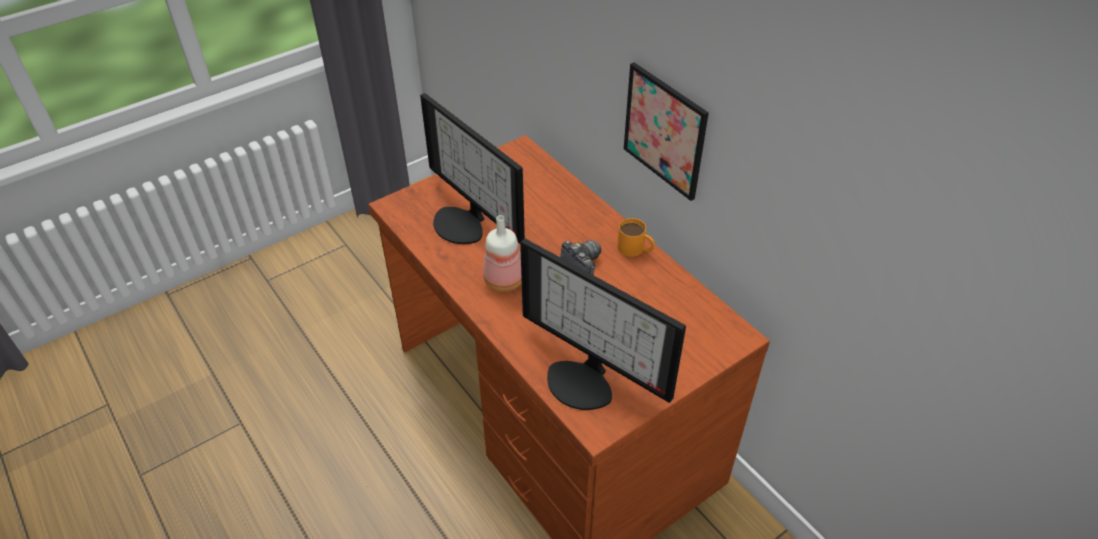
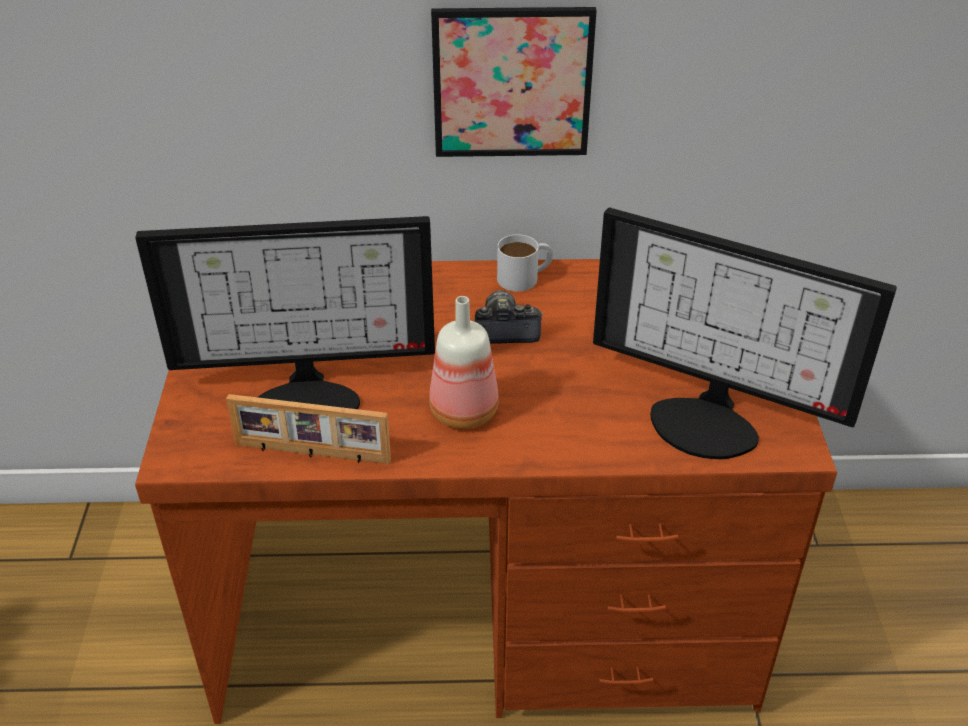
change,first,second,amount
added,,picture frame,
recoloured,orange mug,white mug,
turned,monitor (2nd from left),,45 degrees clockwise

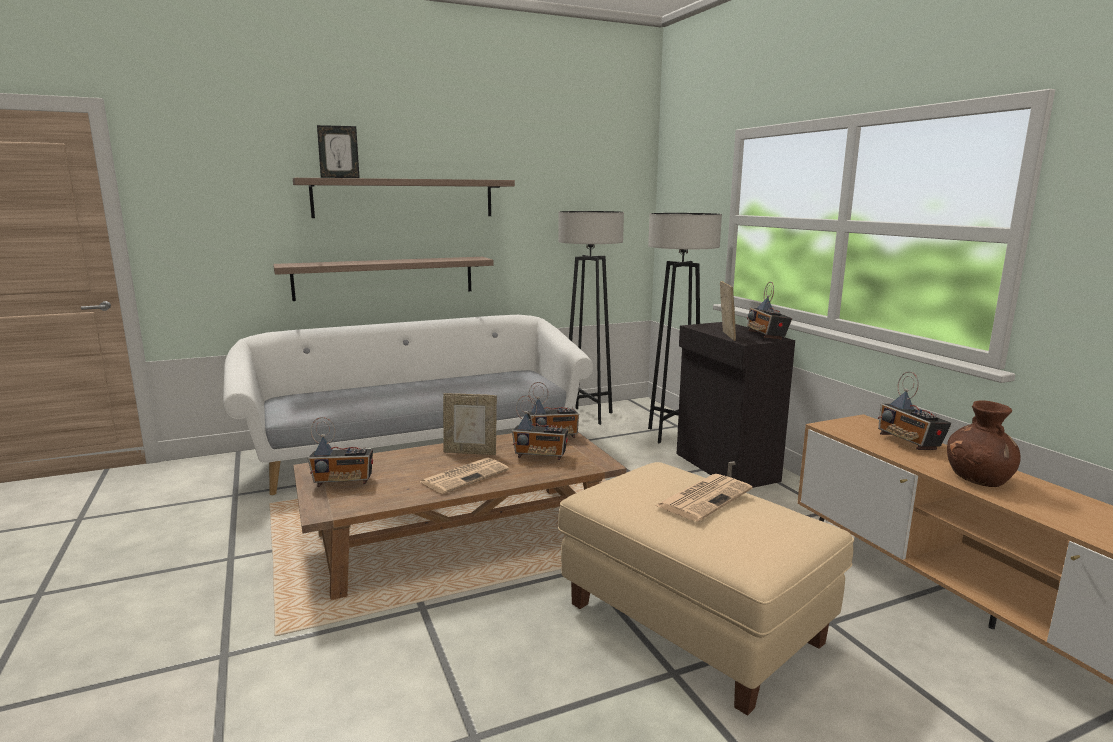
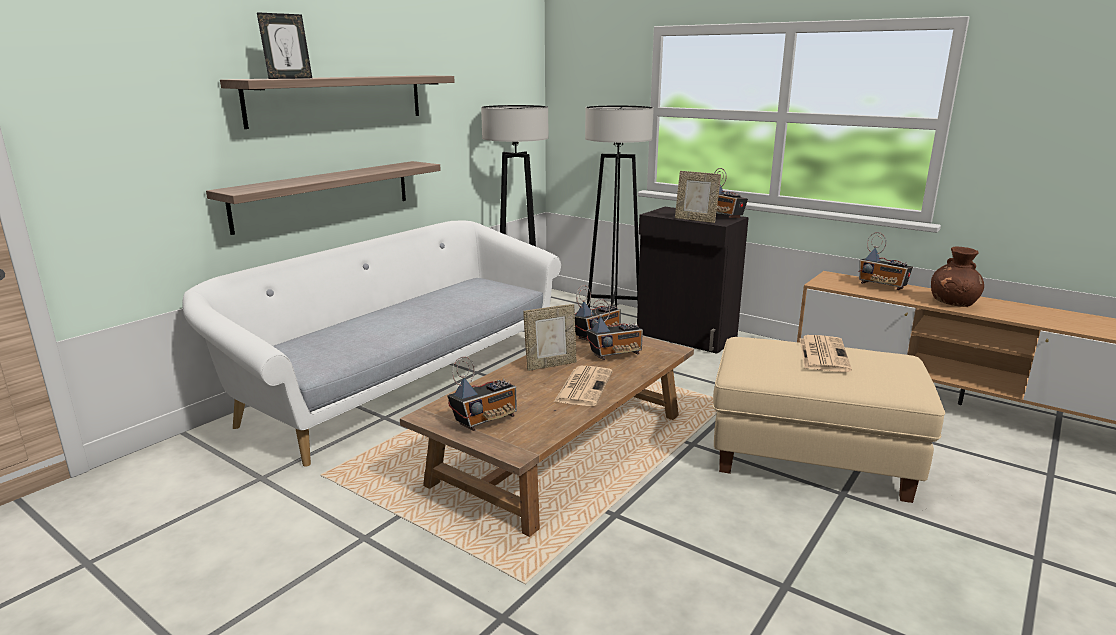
change,first,second,amount
turned,picture frame (3rd from left),,150 degrees clockwise

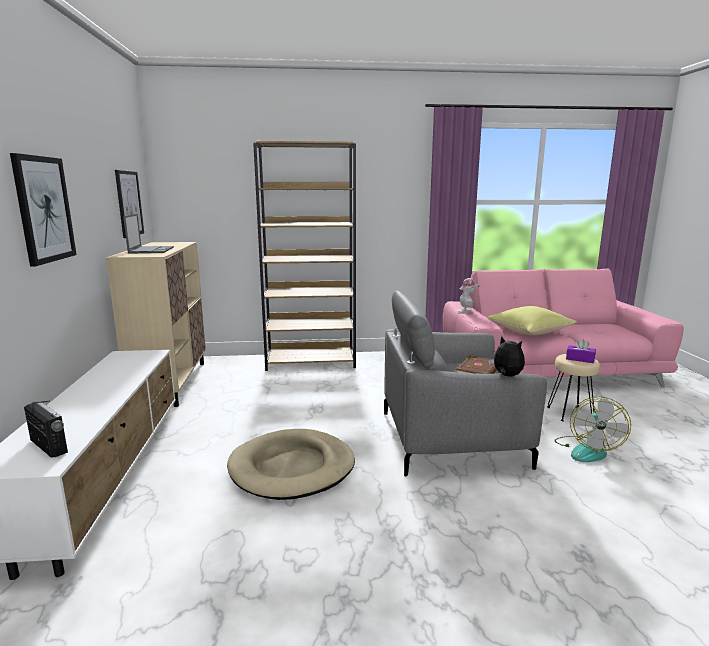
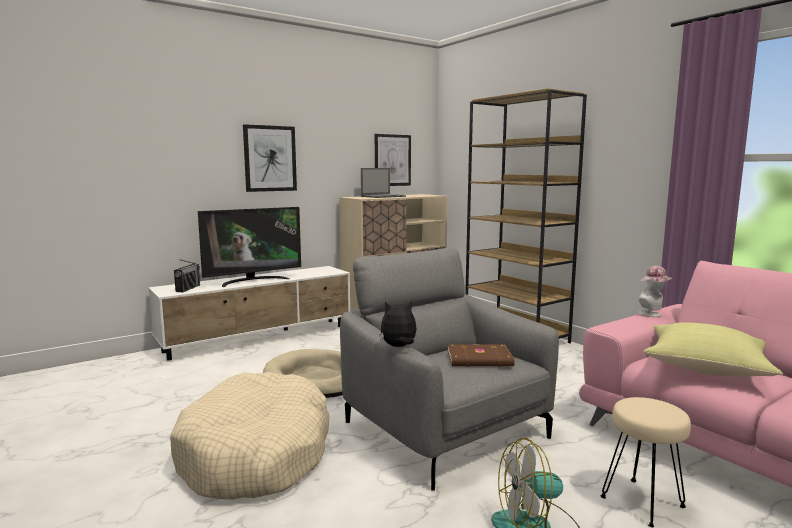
change,first,second,amount
added,,beige dog bed (1st from left),
added,,television,
turned,plush toy,,120 degrees counterclockwise
removed,purple tissue box,,

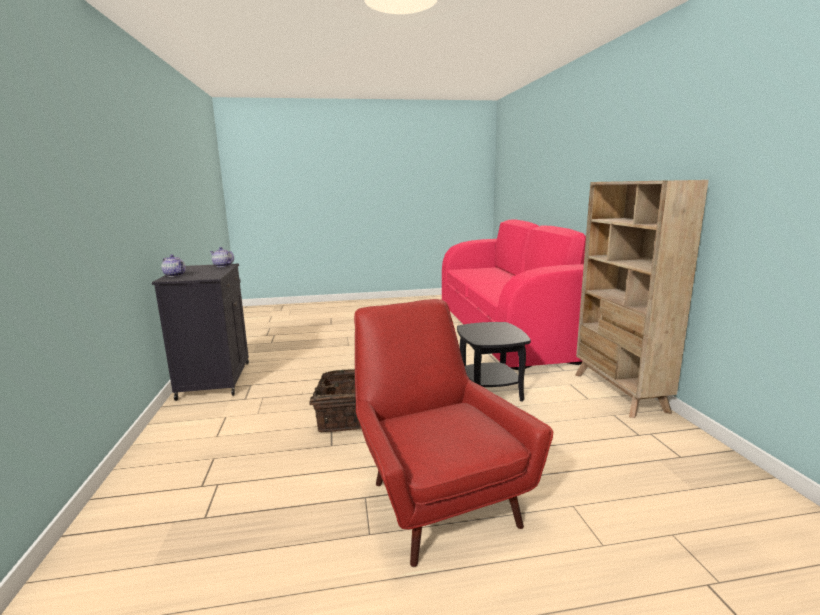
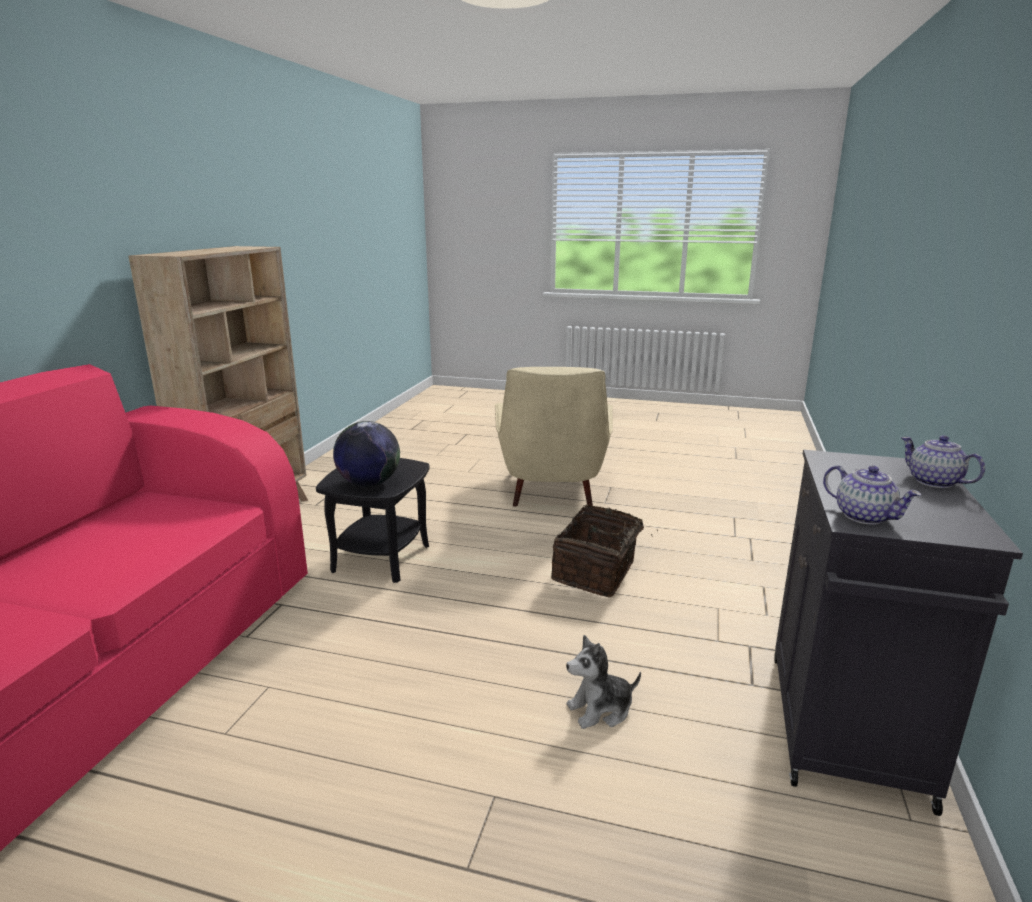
change,first,second,amount
added,,globe,
recoloured,red armchair,beige armchair,
added,,plush toy,

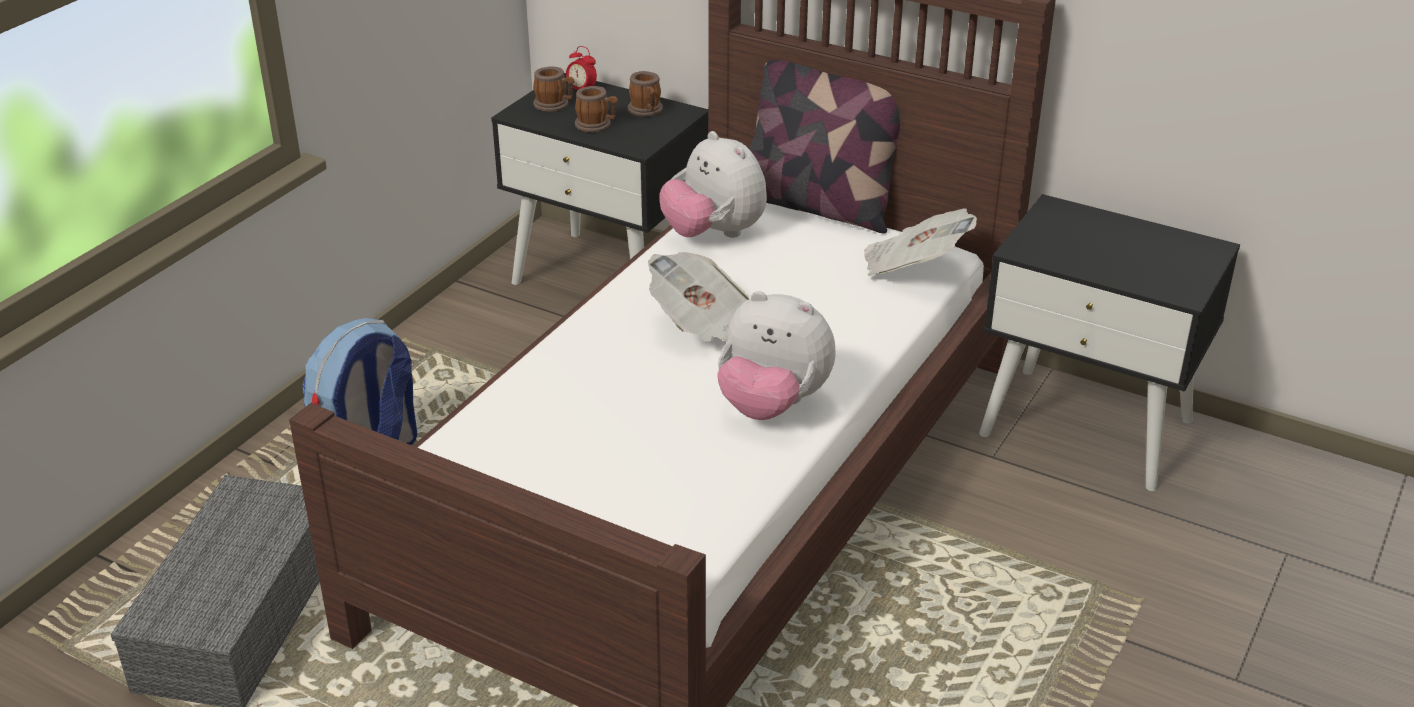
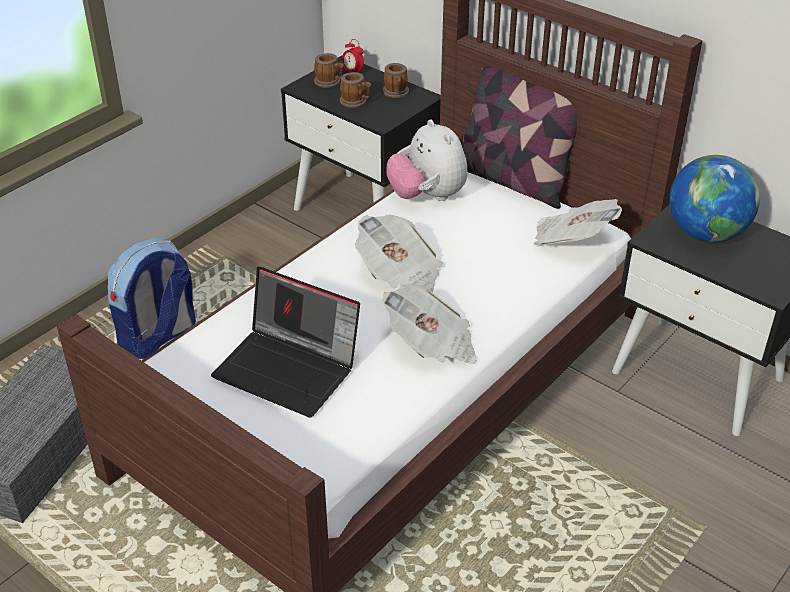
change,first,second,amount
added,,laptop,
replaced,plush toy (2nd from left),newspaper (2nd from left),
added,,globe,

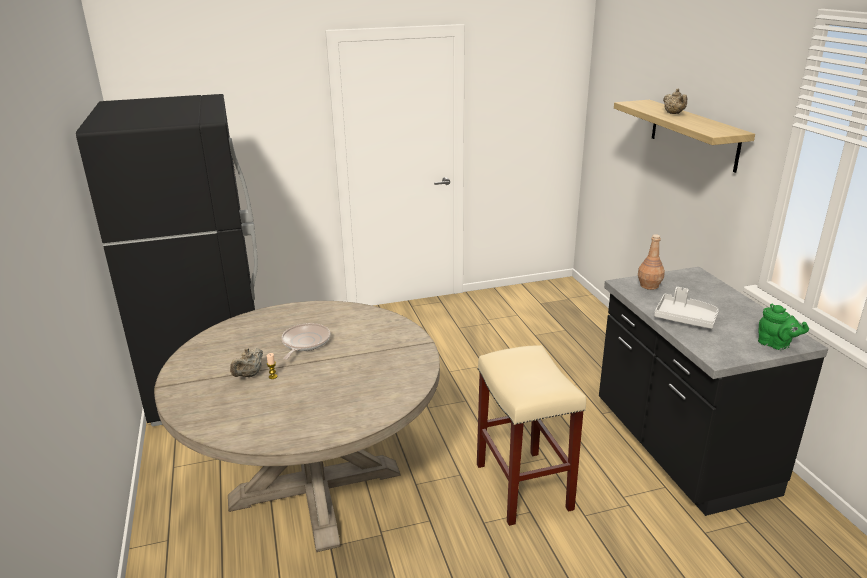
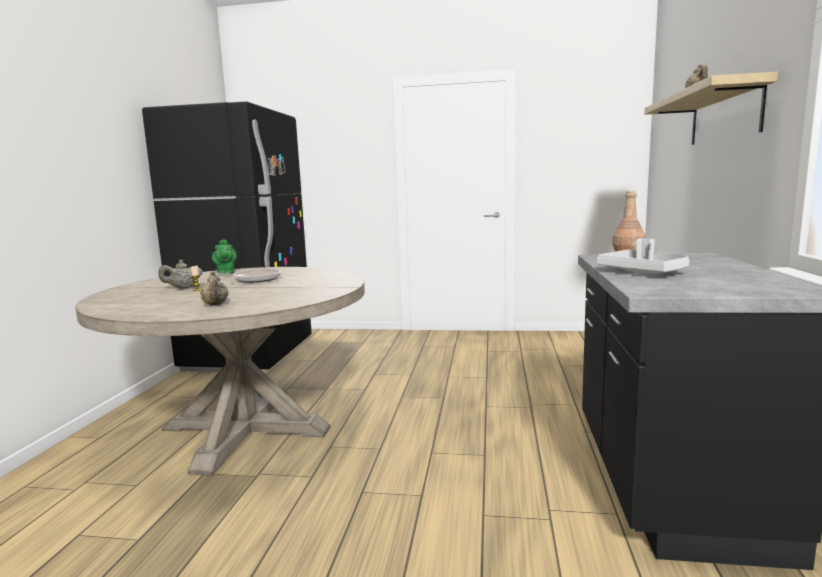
change,first,second,amount
added,,beige teapot (2nd from left),
moved,green teapot,,
removed,beige stool,,

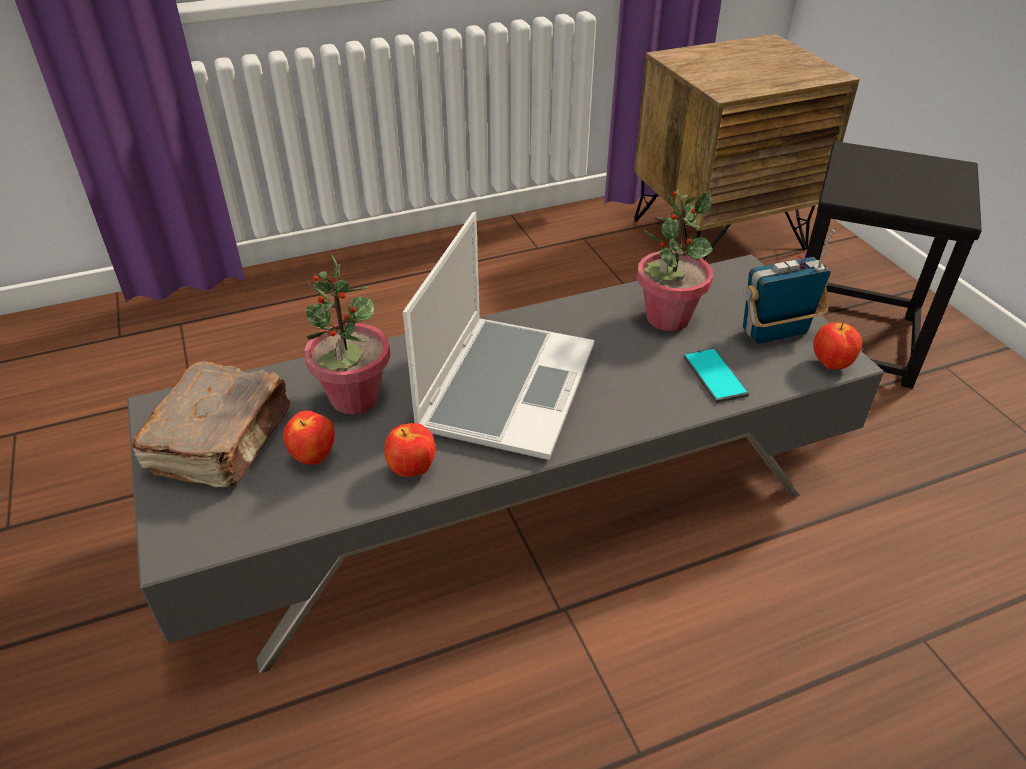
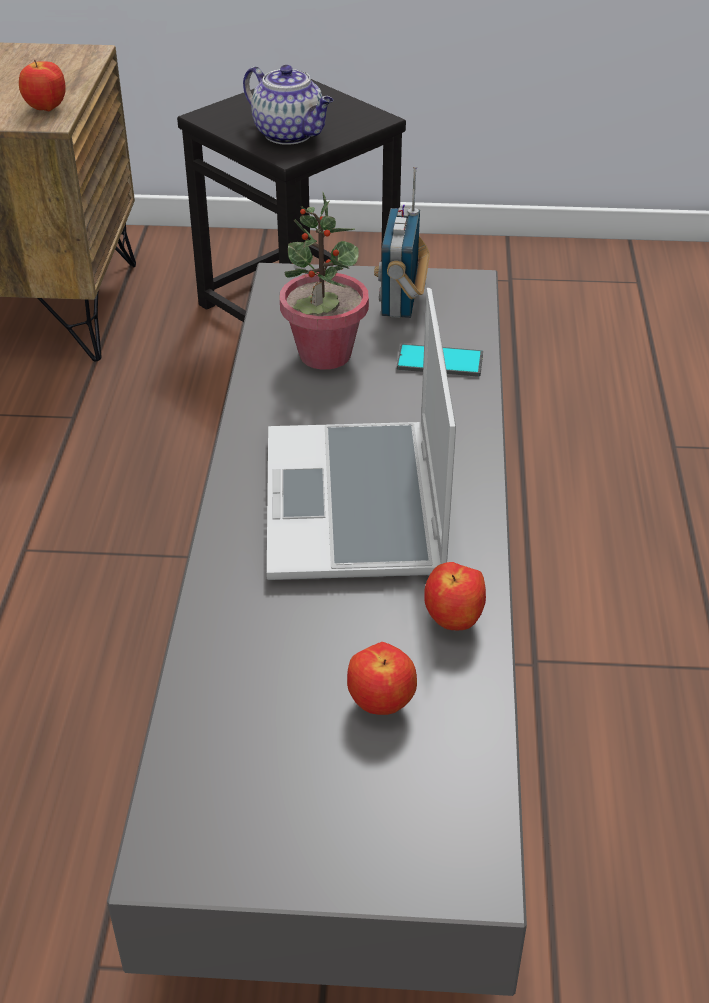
change,first,second,amount
moved,apple (3rd from left in the first image),apple (1st from left),
added,,teapot,
turned,laptop,,135 degrees counterclockwise
removed,brown book,,
removed,potted plant (1st from left),,

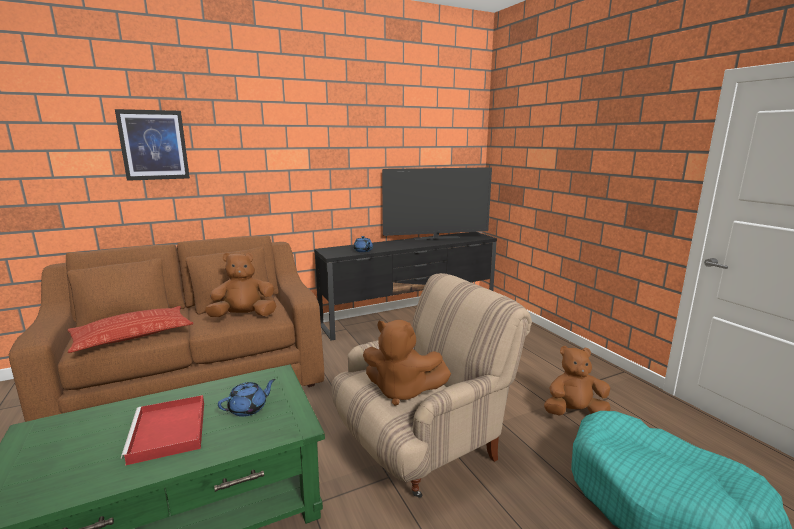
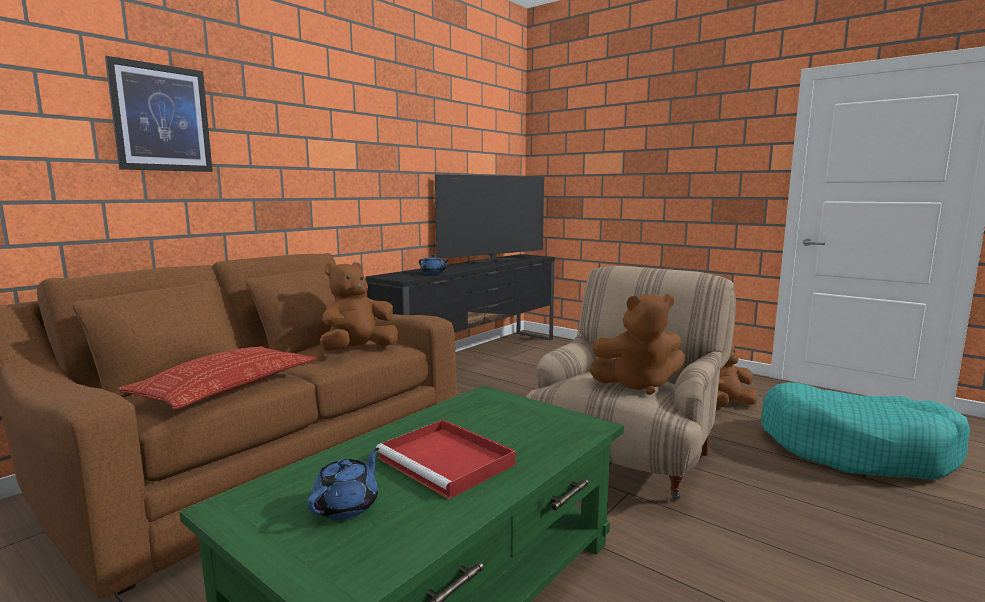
change,first,second,amount
moved,blue teapot (1st from left),,

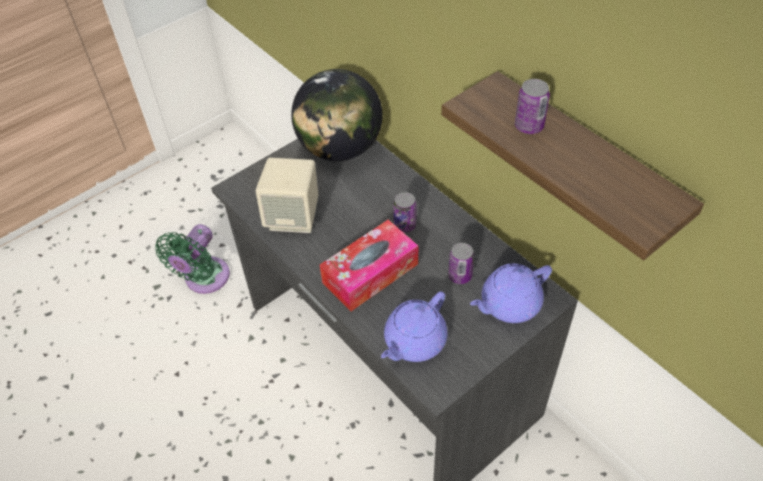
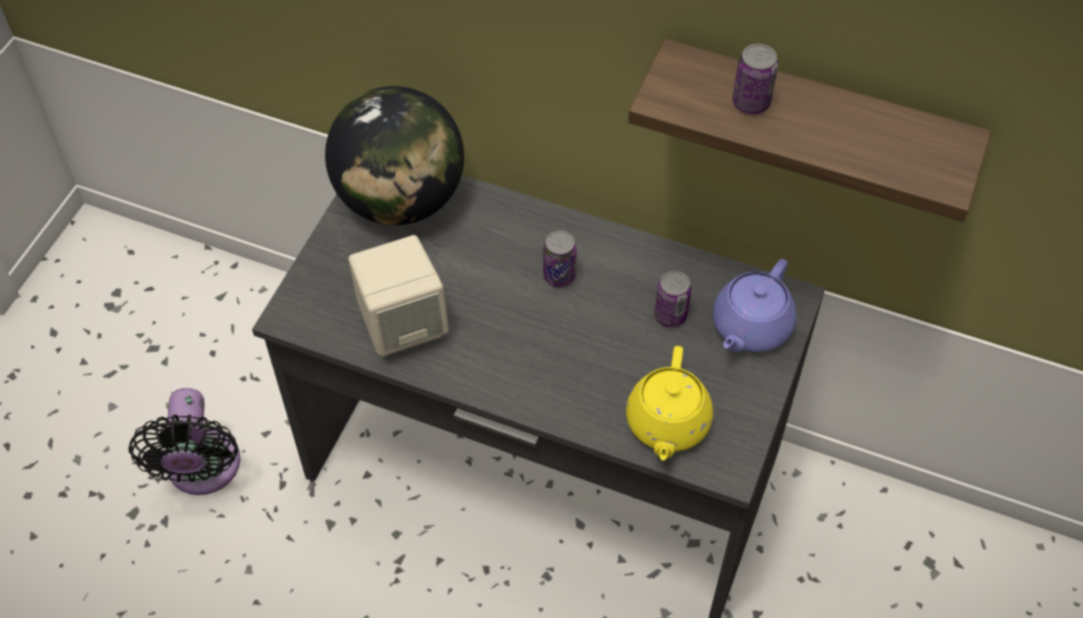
change,first,second,amount
recoloured,green fan,black fan,
recoloured,purple teapot (1st from left),yellow teapot,
removed,tissue box,,

